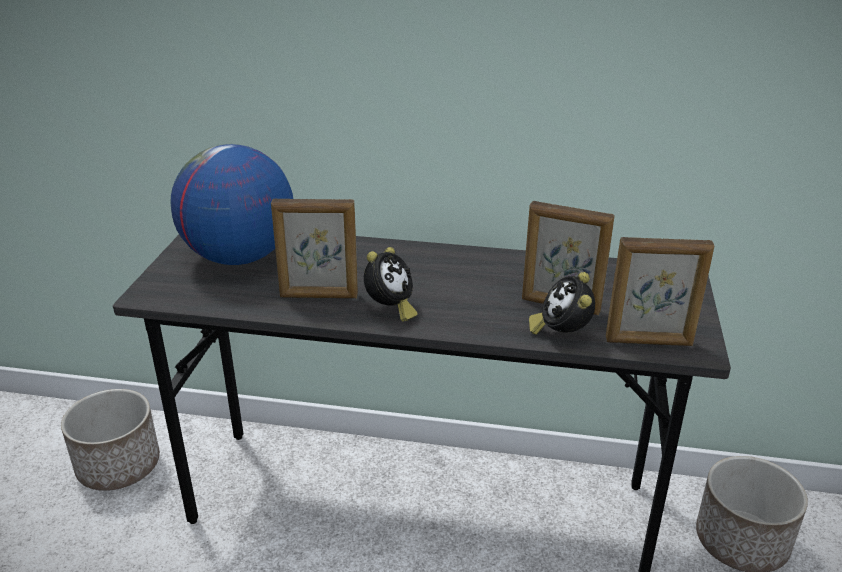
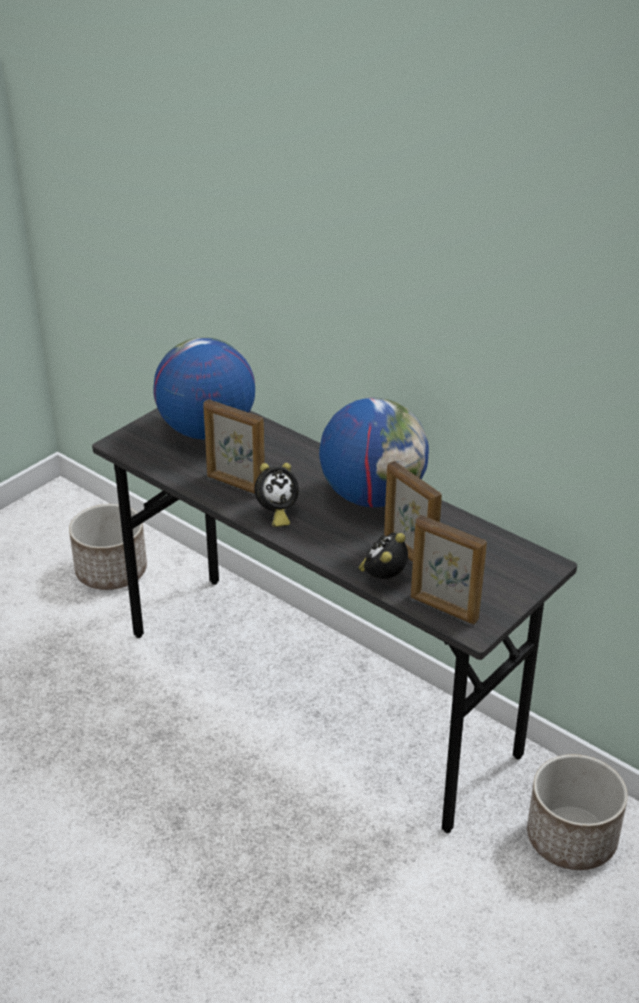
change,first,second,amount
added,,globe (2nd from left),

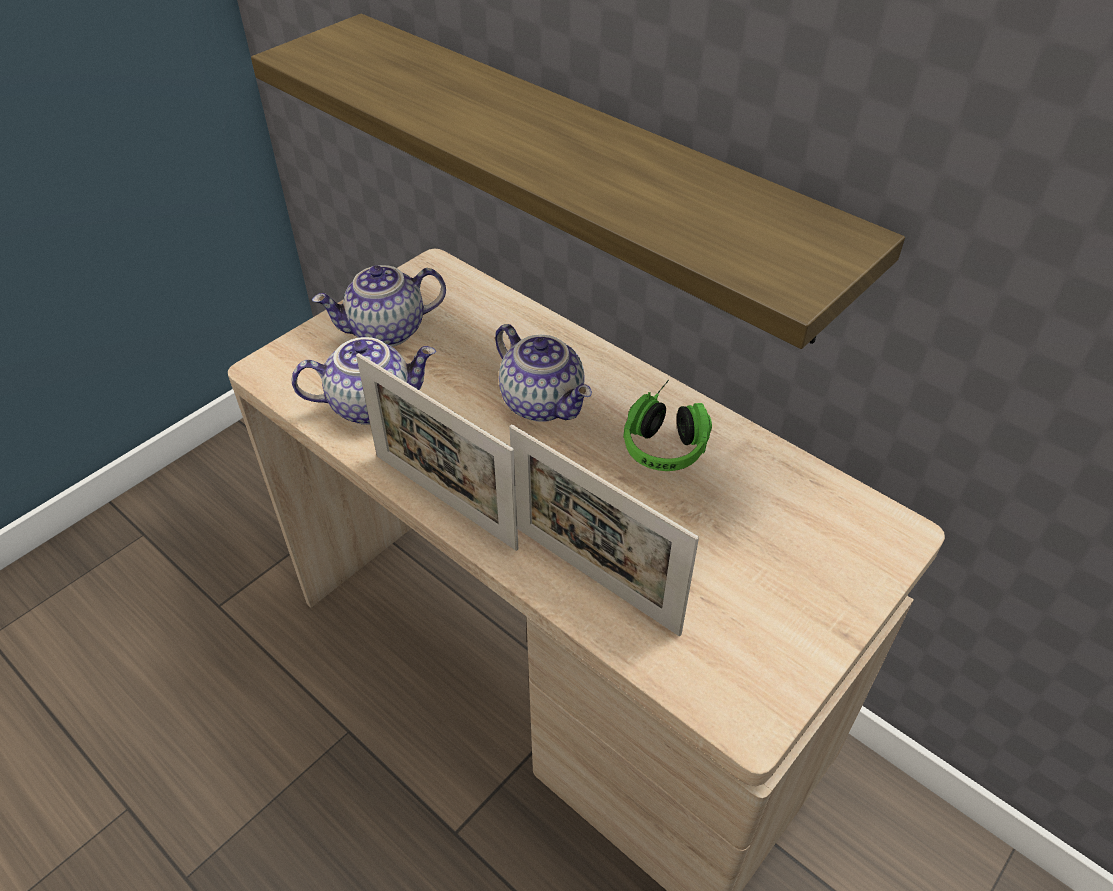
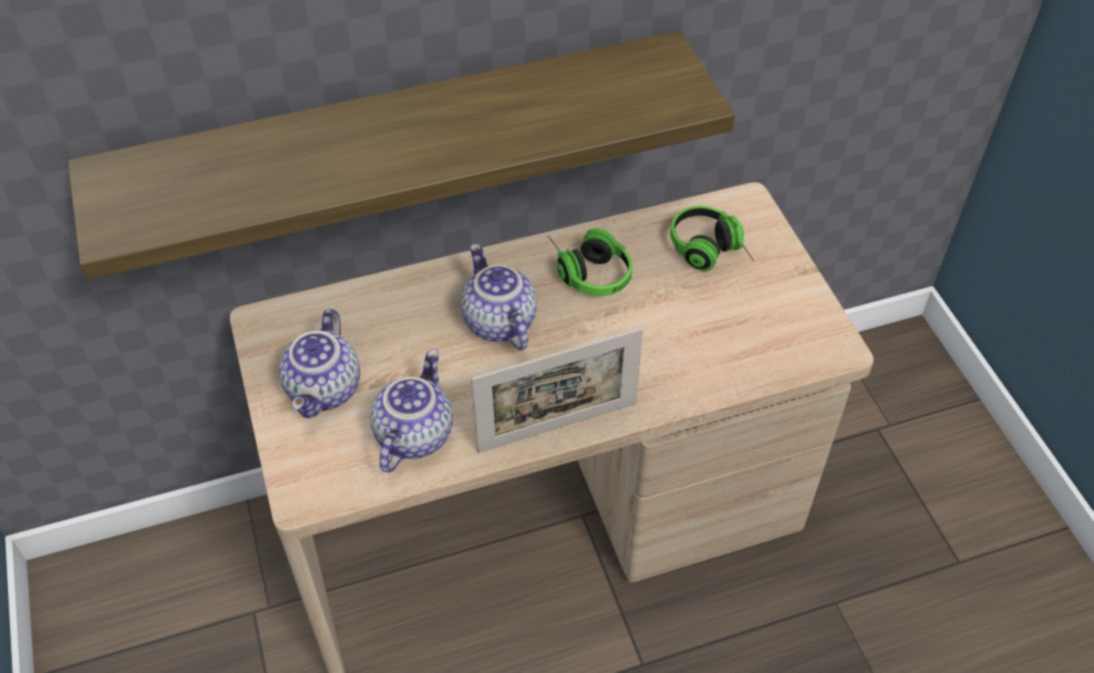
change,first,second,amount
turned,teapot (3rd from left),,105 degrees counterclockwise
added,,headphones (2nd from left),
removed,picture frame (2nd from left),,

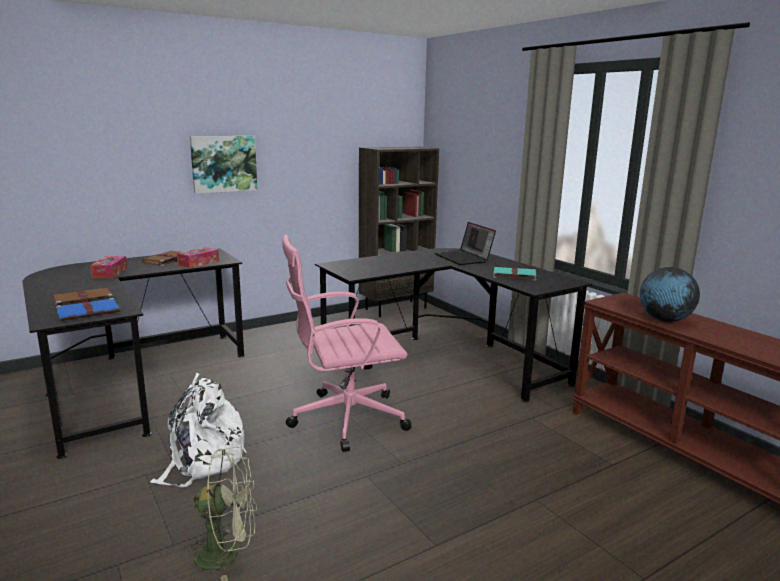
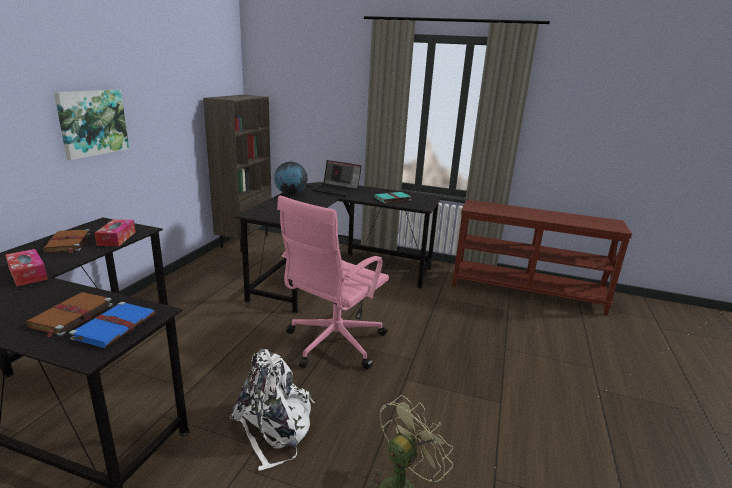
change,first,second,amount
moved,globe,,

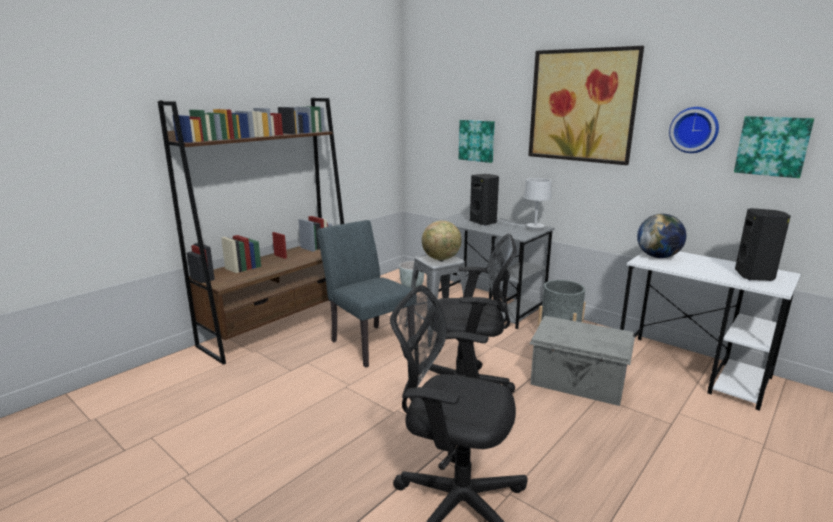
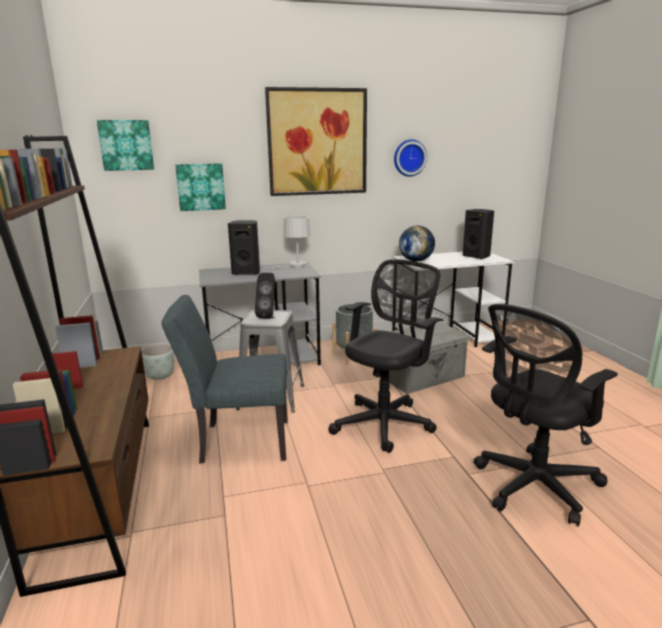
change,first,second,amount
moved,picture (3rd from left in the first image),picture (1st from left),
replaced,globe (1st from left),black speaker (2nd from left),

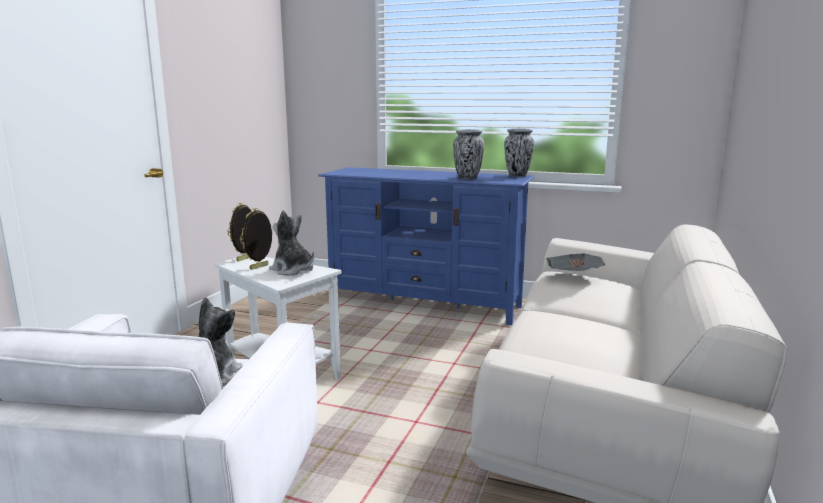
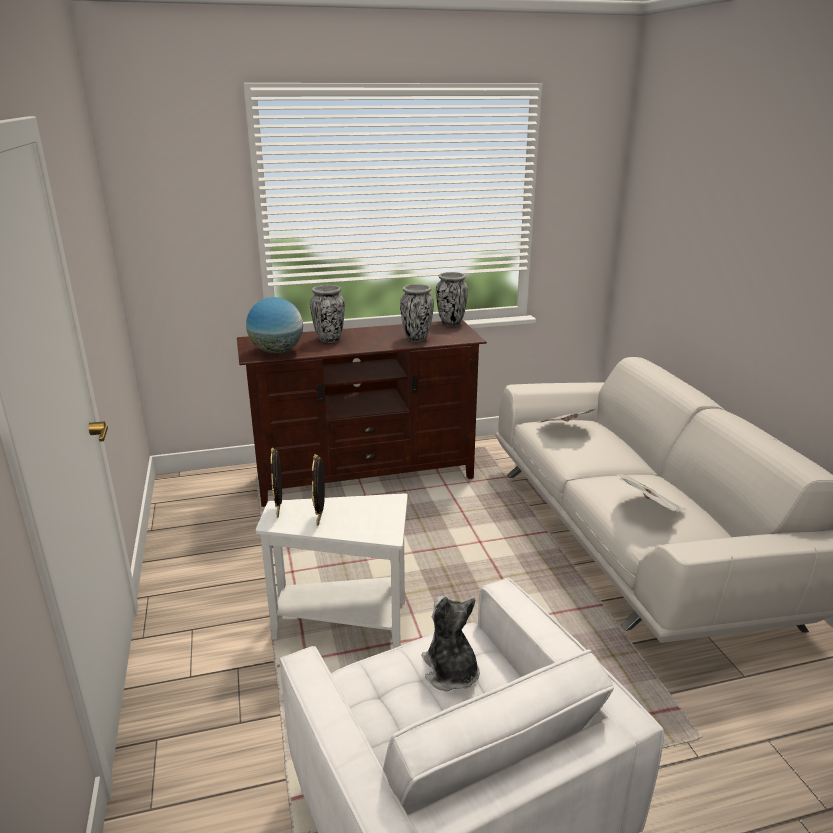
change,first,second,amount
recoloured,blue tv stand,brown tv stand,
added,,globe,
added,,vase (1st from left),
added,,newspaper (2nd from left),
removed,plush toy (2nd from left),,

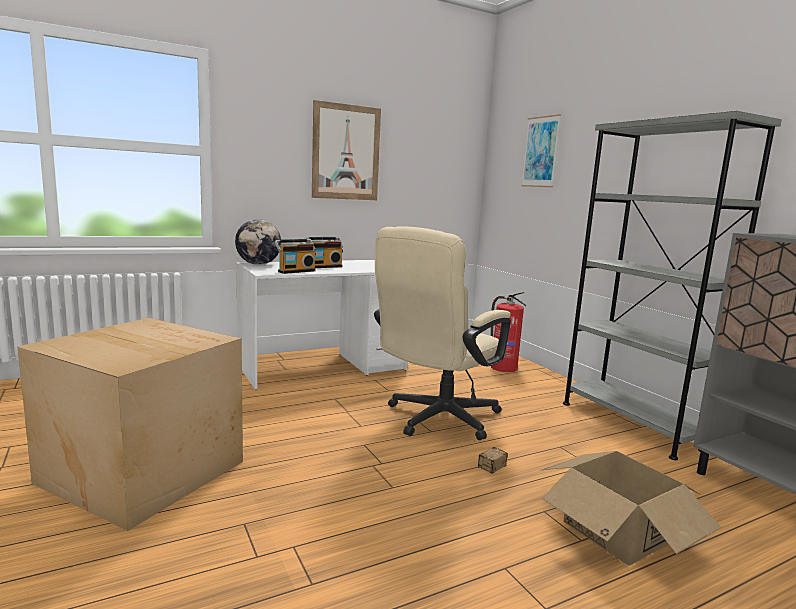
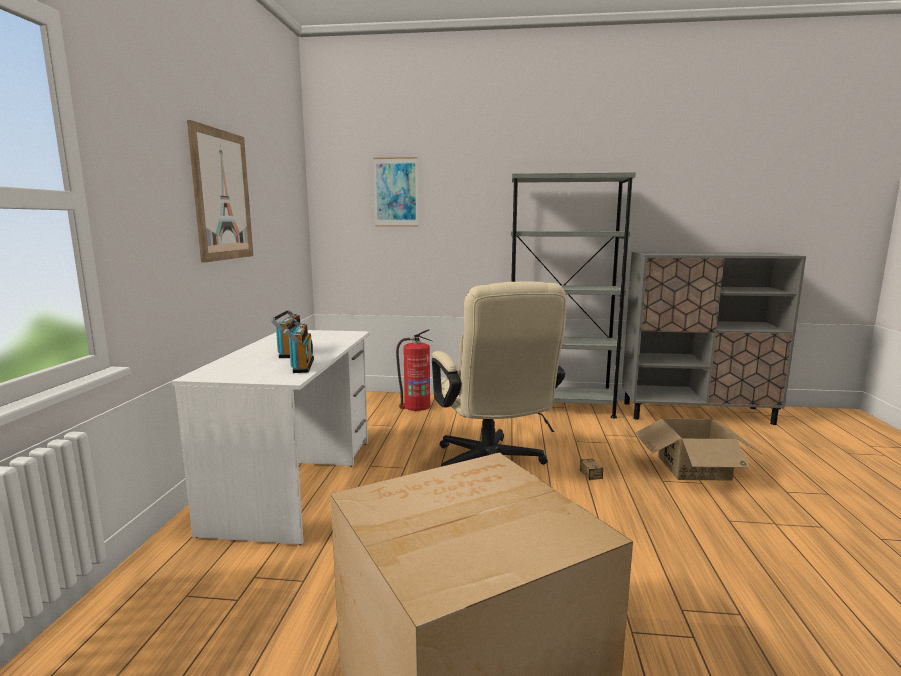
change,first,second,amount
removed,globe,,

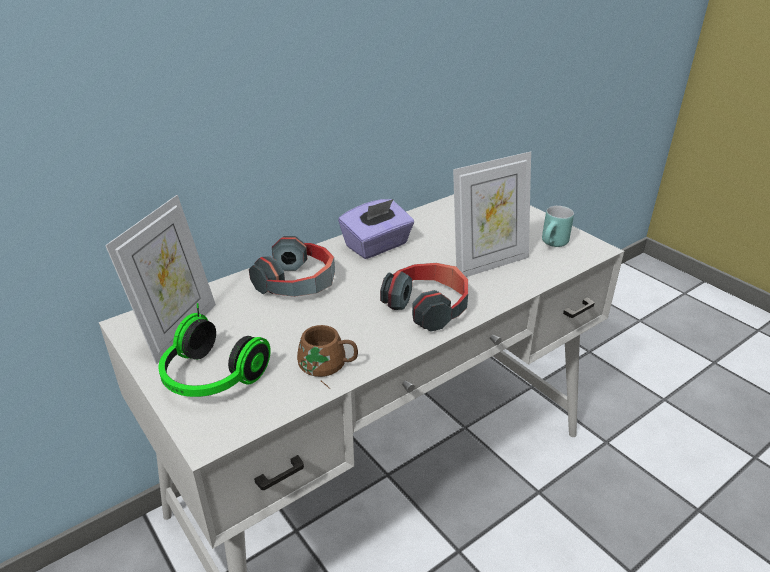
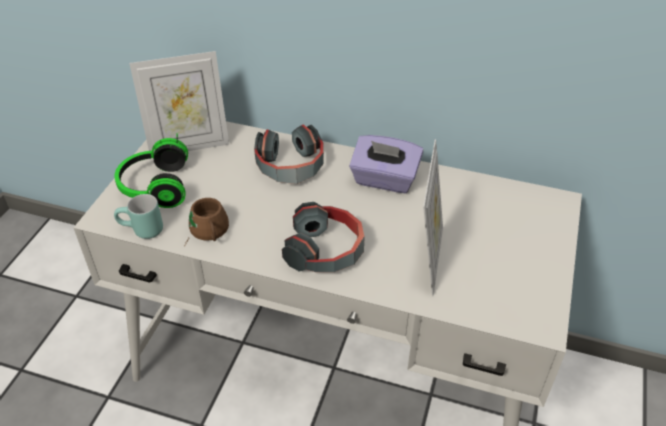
change,first,second,amount
moved,turquoise mug,,
turned,picture frame (2nd from left),,105 degrees counterclockwise

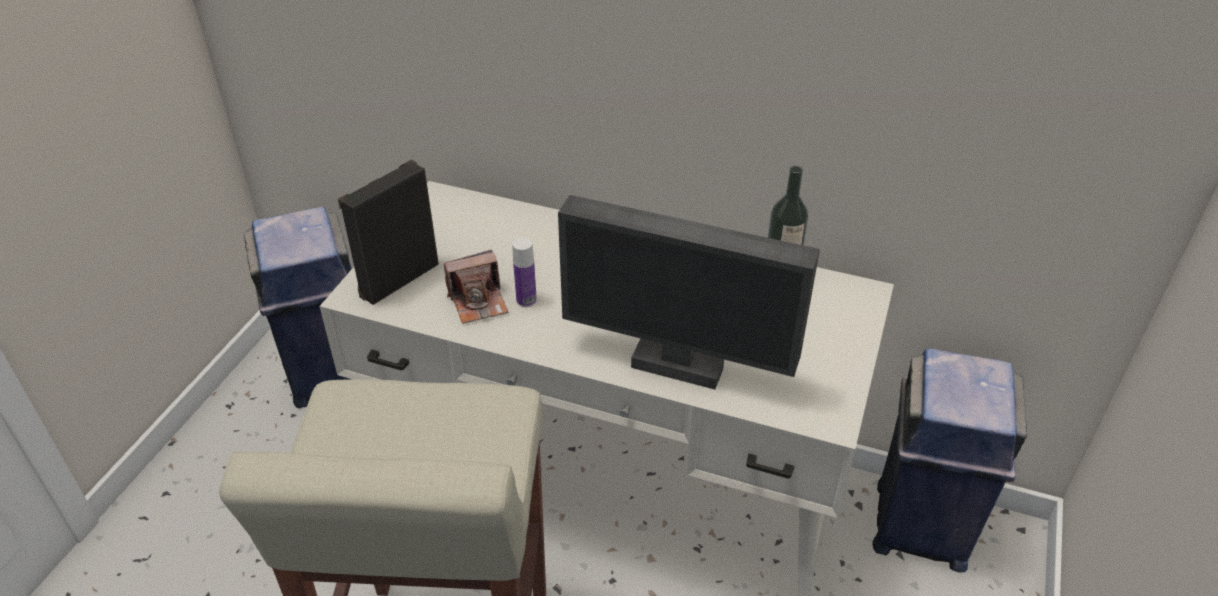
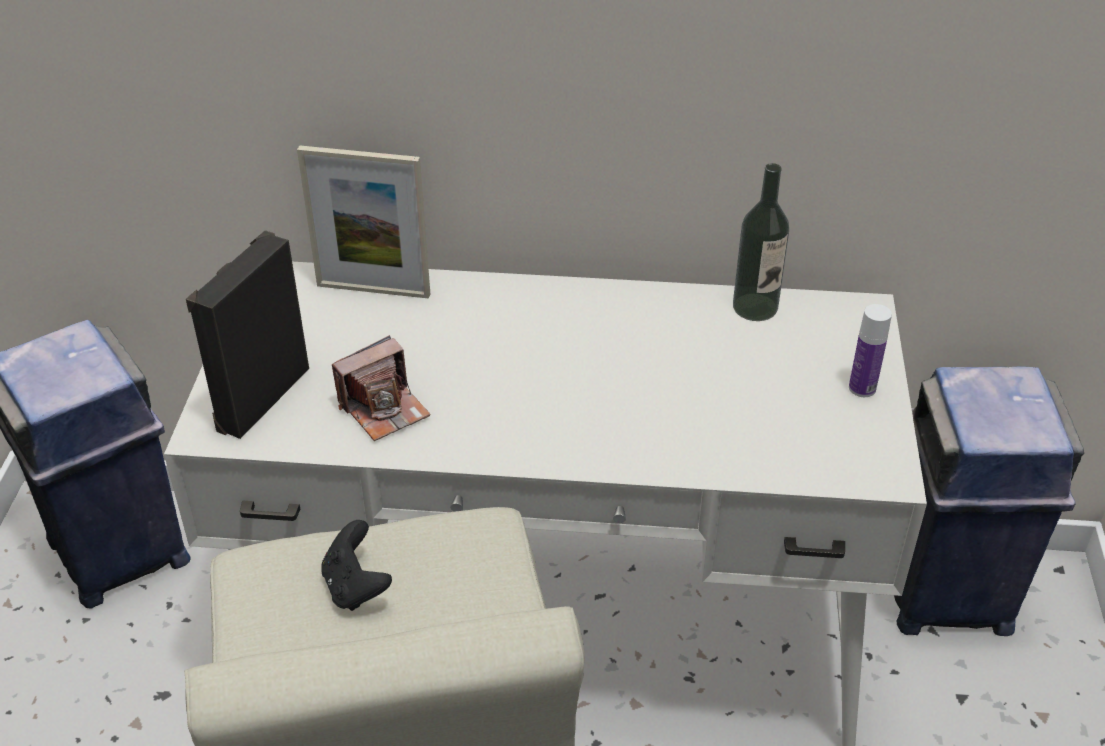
change,first,second,amount
added,,picture frame,
added,,black game controller,
moved,bottle (1st from left in the first image),bottle (2nd from left),
removed,monitor,,

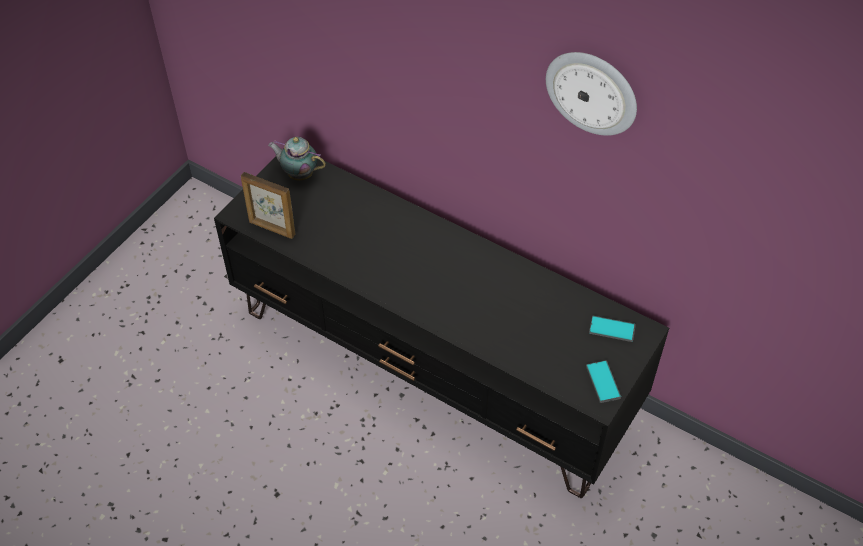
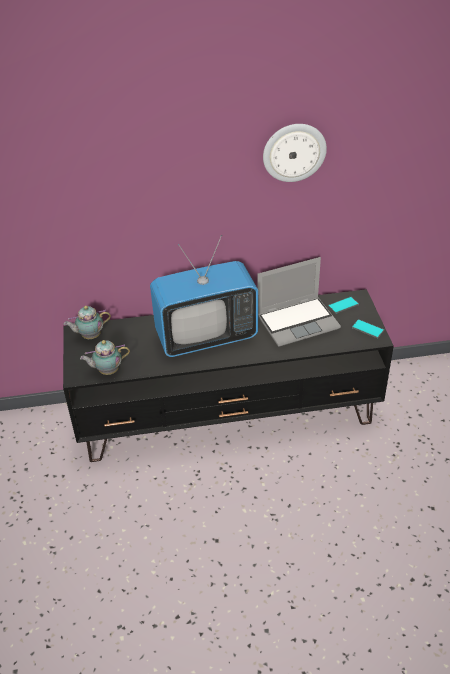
change,first,second,amount
replaced,picture frame,teapot (2nd from left),
added,,television,
added,,laptop,

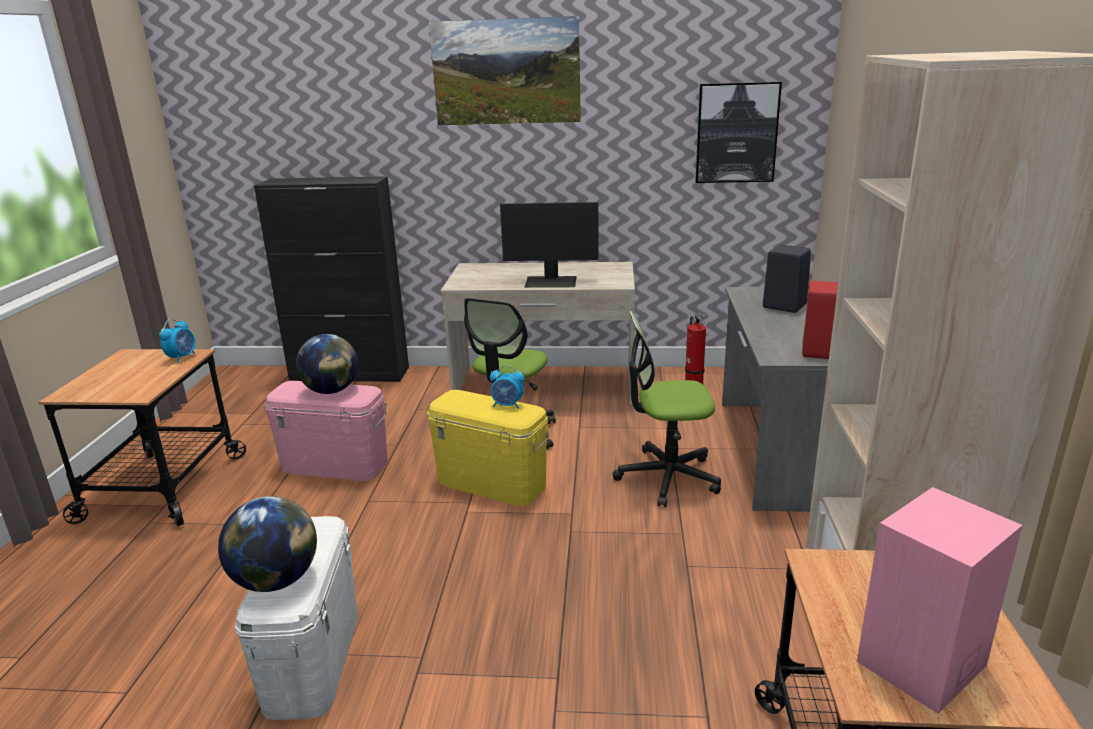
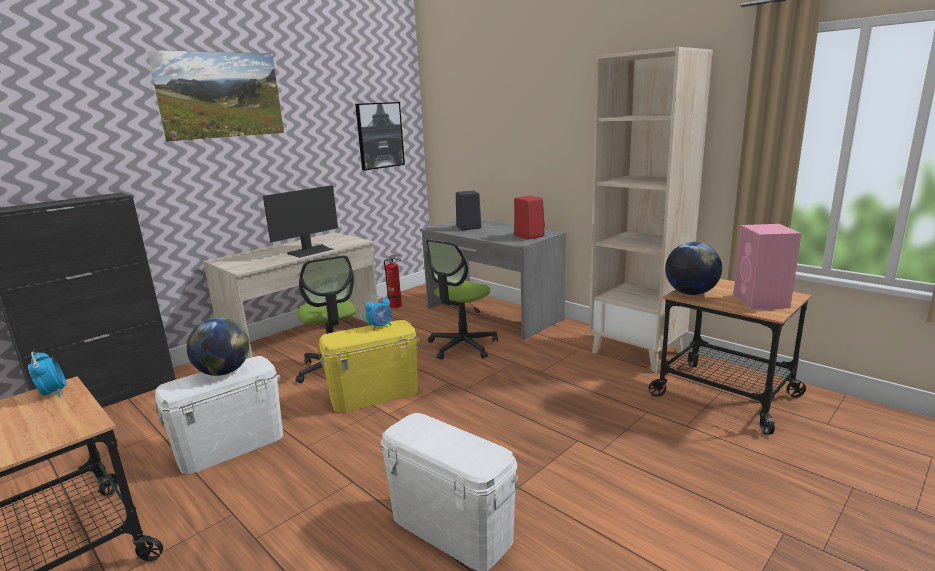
change,first,second,amount
recoloured,pink storage box,white storage box (1st from left),
moved,globe (1st from left in the first image),globe (2nd from left),

